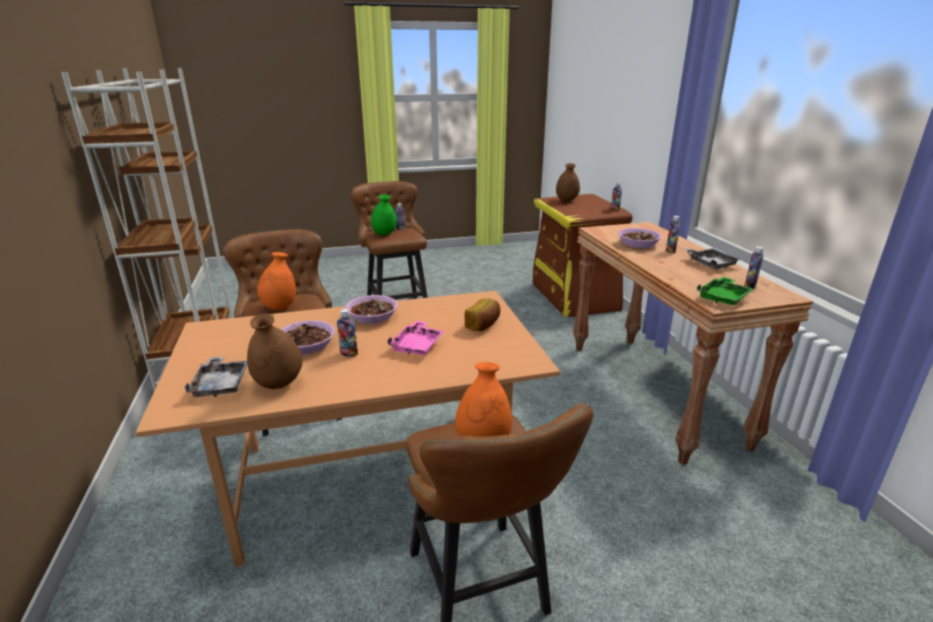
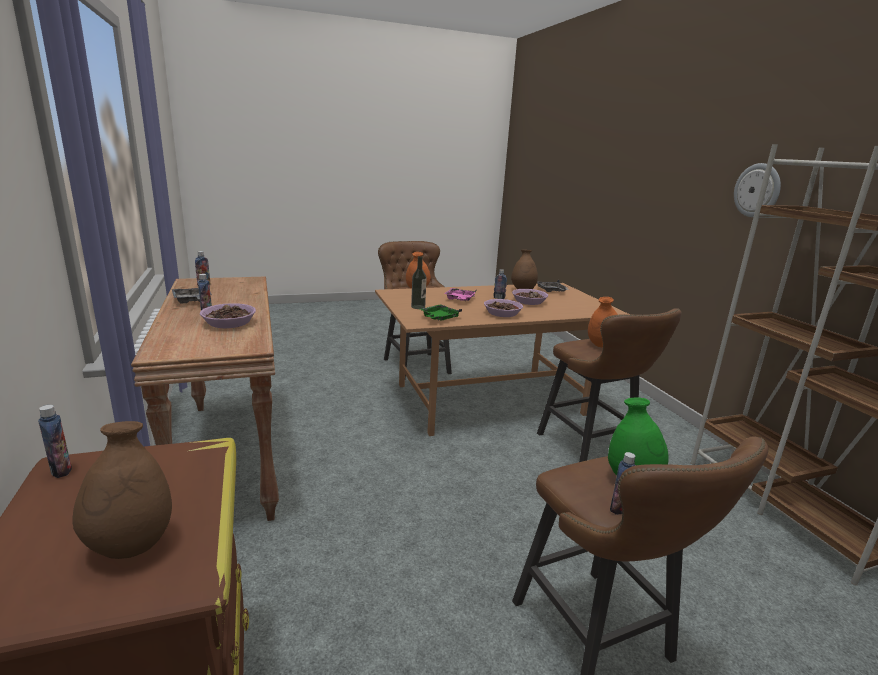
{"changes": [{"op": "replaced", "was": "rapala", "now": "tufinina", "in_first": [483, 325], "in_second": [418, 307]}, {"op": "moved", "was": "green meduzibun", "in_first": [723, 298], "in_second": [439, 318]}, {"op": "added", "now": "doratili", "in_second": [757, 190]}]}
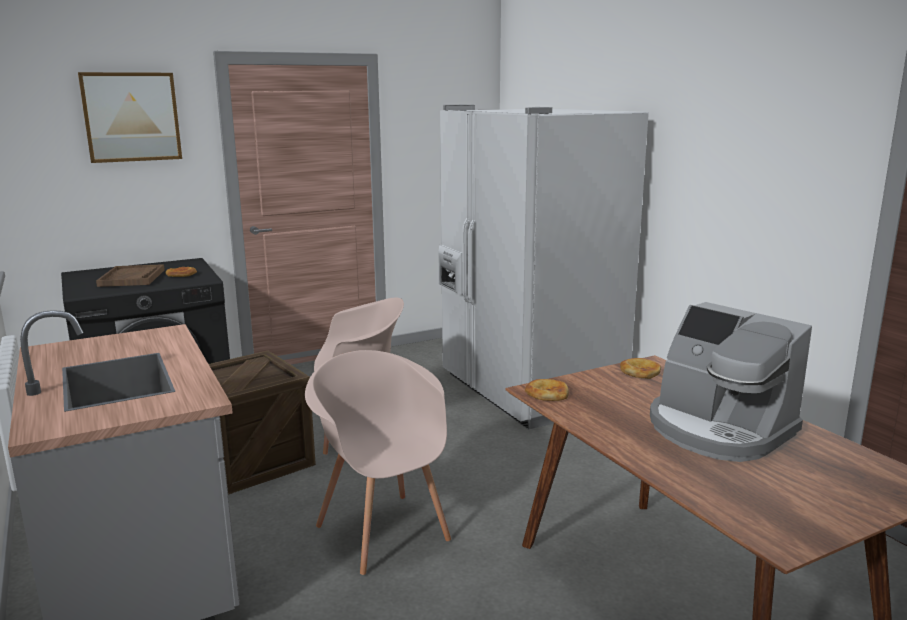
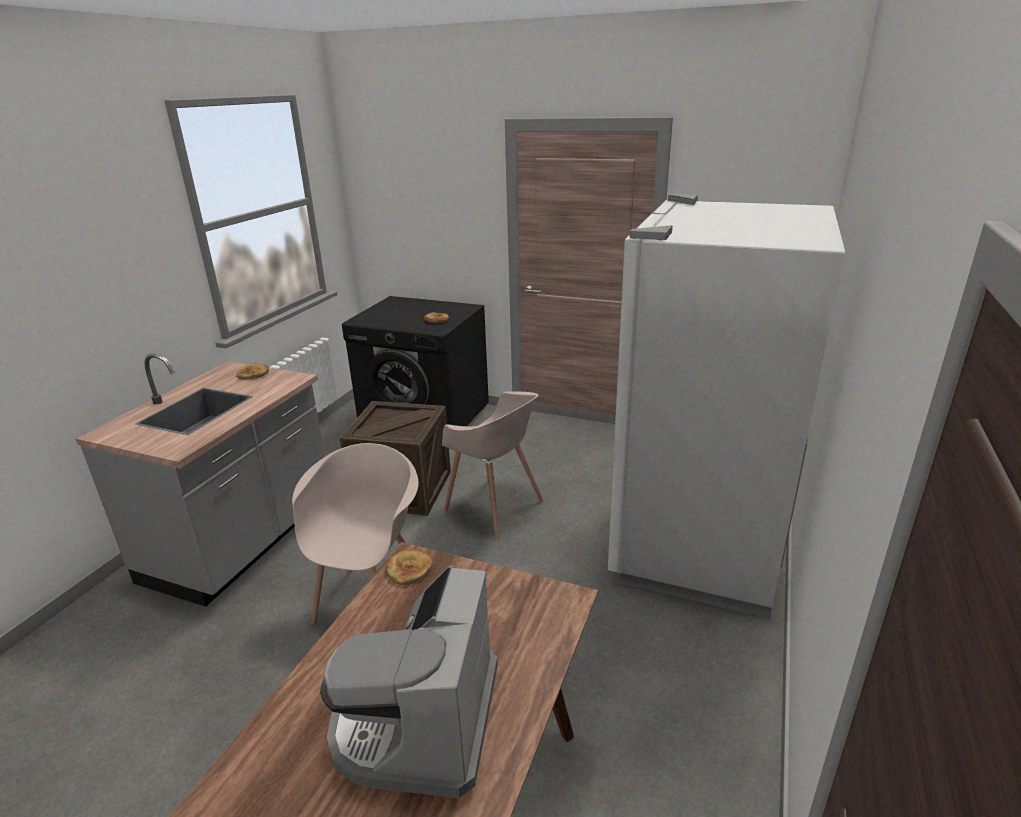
{"changes": [{"op": "removed", "was": "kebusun", "in_first": [131, 117]}, {"op": "removed", "was": "brown meduzibun", "in_first": [132, 278]}, {"op": "moved", "was": "rapala", "in_first": [640, 371], "in_second": [253, 374]}]}
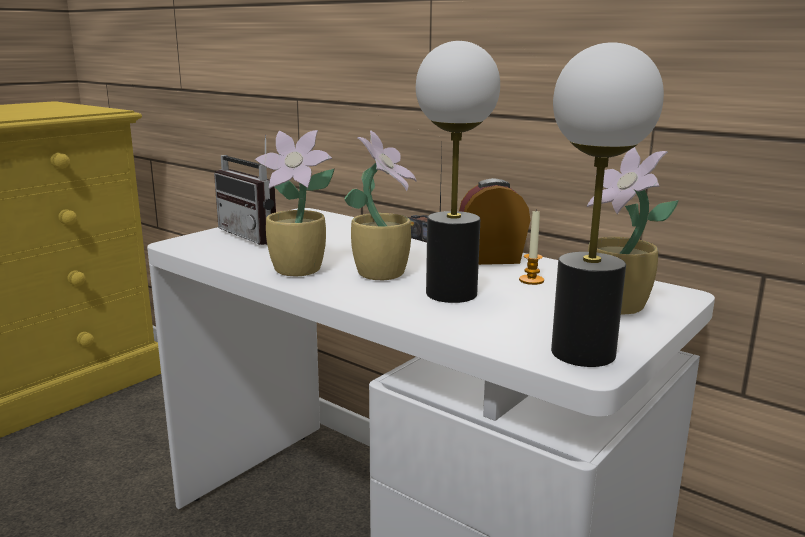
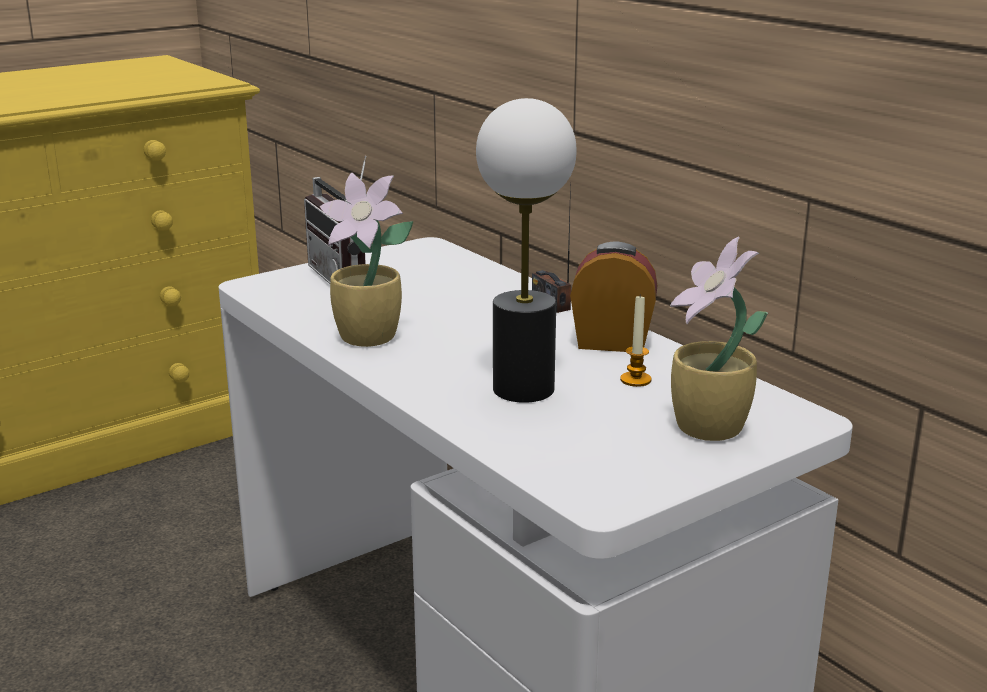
{"changes": [{"op": "removed", "was": "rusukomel", "in_first": [383, 273]}, {"op": "removed", "was": "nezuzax", "in_first": [582, 352]}]}
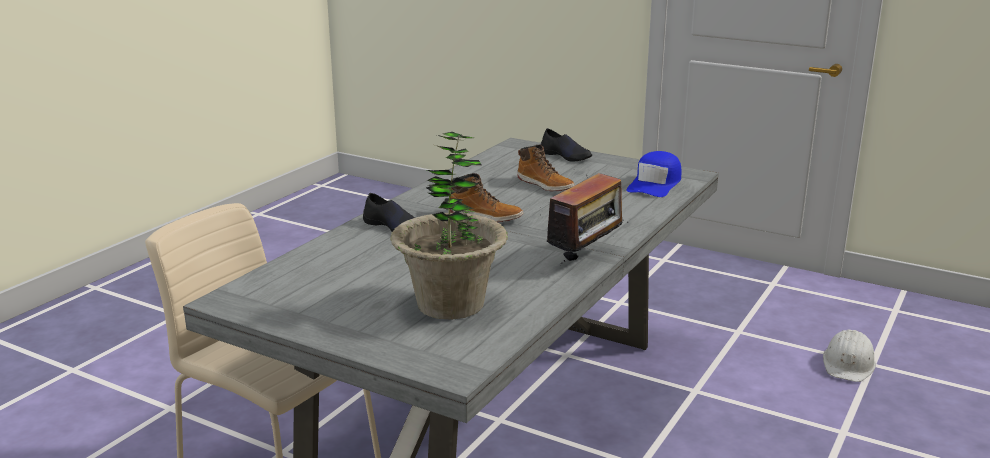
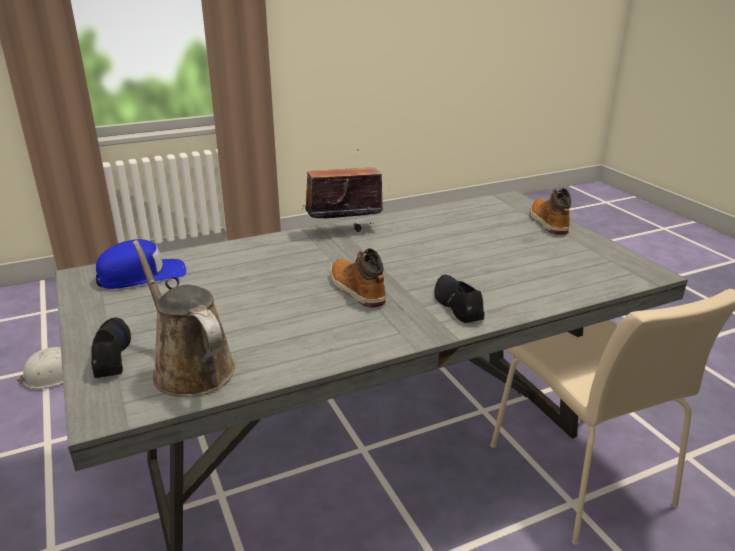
{"changes": [{"op": "removed", "was": "rusukomel", "in_first": [450, 304]}, {"op": "moved", "was": "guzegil", "in_first": [545, 185], "in_second": [548, 222]}, {"op": "added", "now": "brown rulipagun", "in_second": [190, 368]}]}
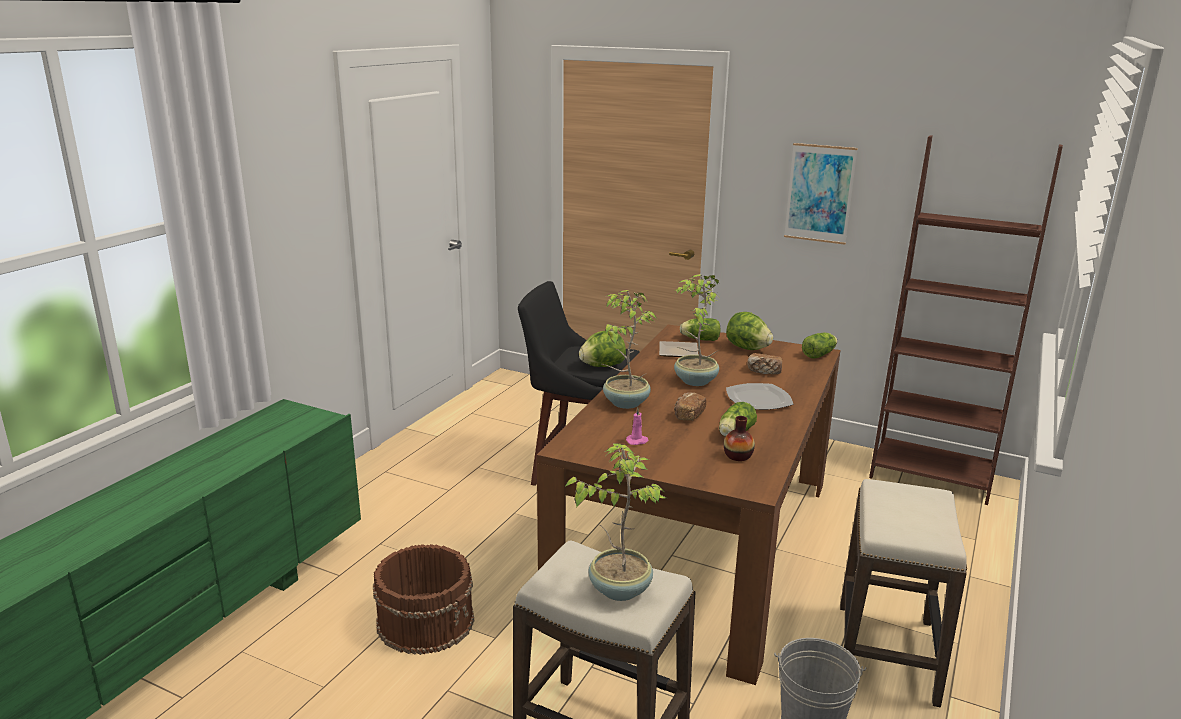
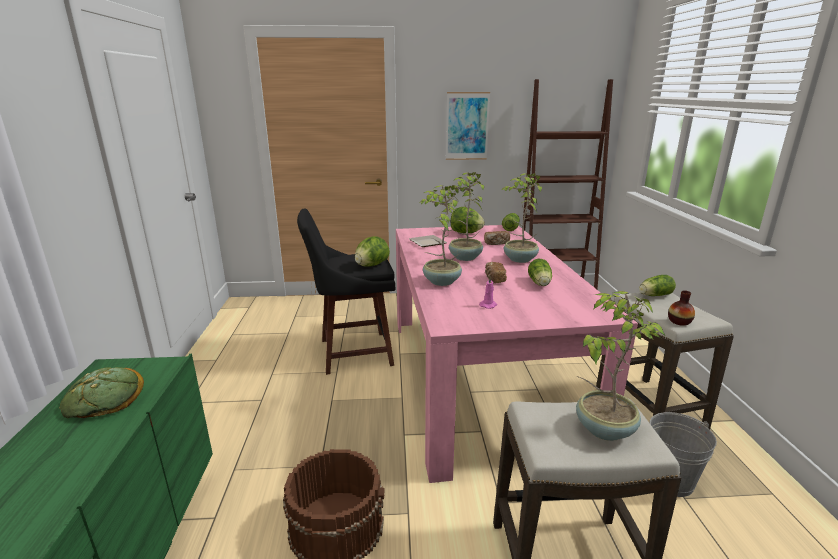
{"changes": [{"op": "recoloured", "was": "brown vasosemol", "now": "pink vasosemol", "in_first": [698, 545], "in_second": [479, 378]}, {"op": "moved", "was": "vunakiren", "in_first": [699, 339], "in_second": [653, 295]}, {"op": "moved", "was": "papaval", "in_first": [738, 456], "in_second": [679, 321]}, {"op": "replaced", "was": "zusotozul", "now": "rusukomel", "in_first": [758, 399], "in_second": [519, 259]}, {"op": "added", "now": "rapala", "in_second": [104, 399]}]}
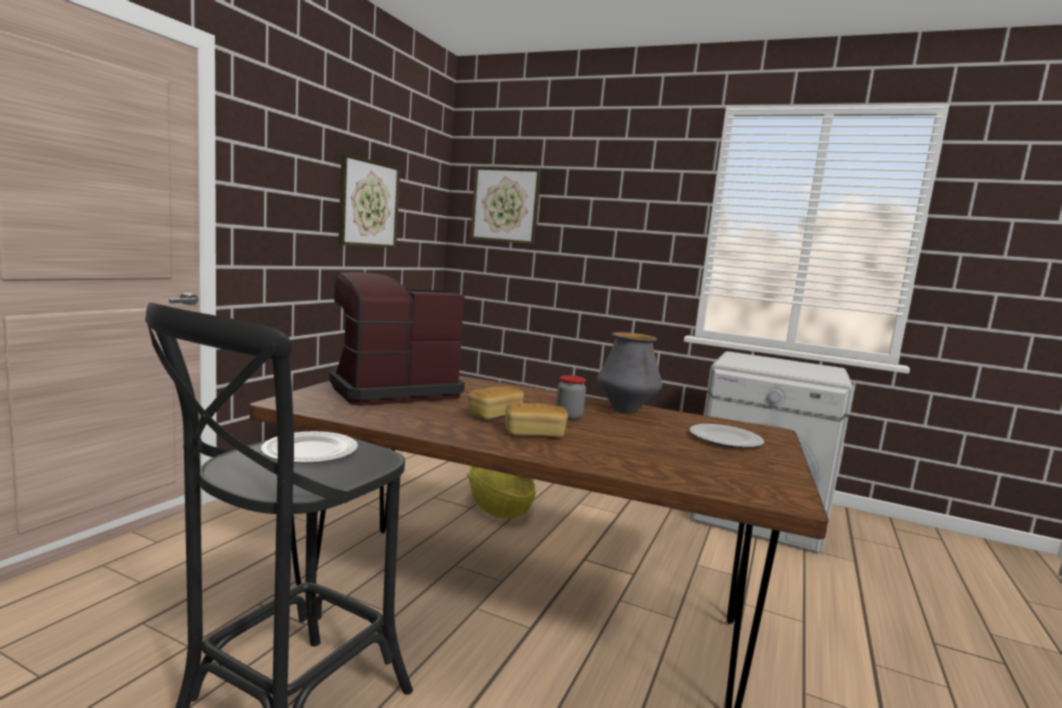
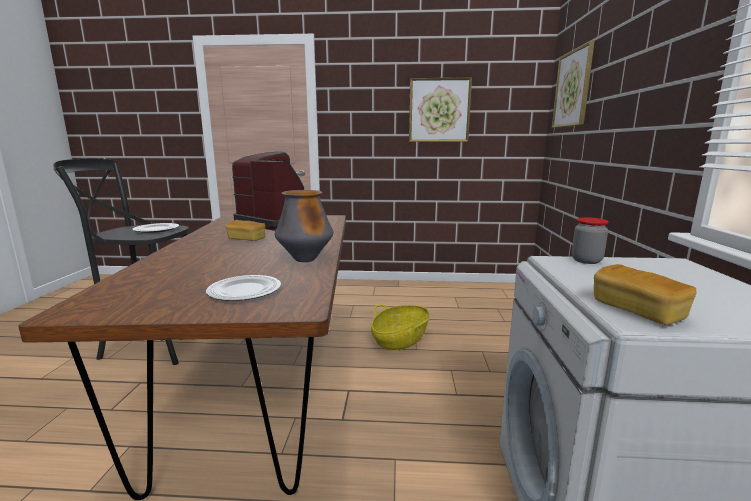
{"changes": [{"op": "moved", "was": "rapala", "in_first": [534, 434], "in_second": [637, 311]}, {"op": "moved", "was": "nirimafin", "in_first": [568, 417], "in_second": [586, 260]}]}
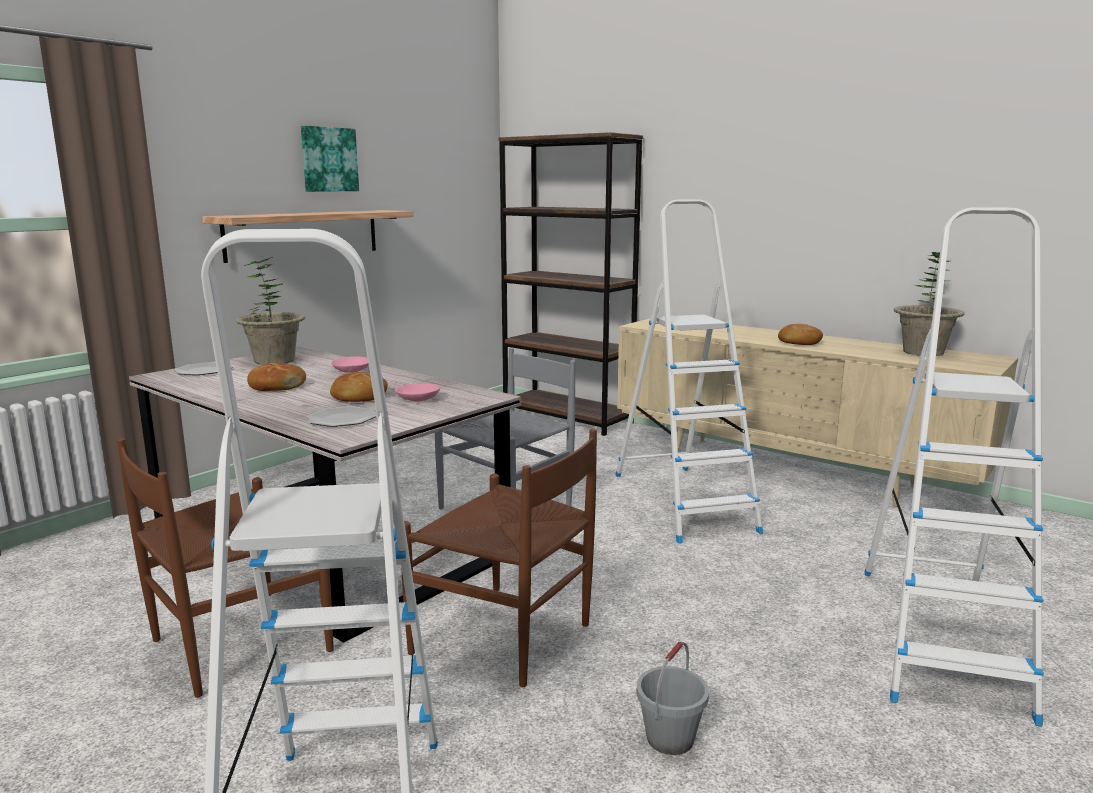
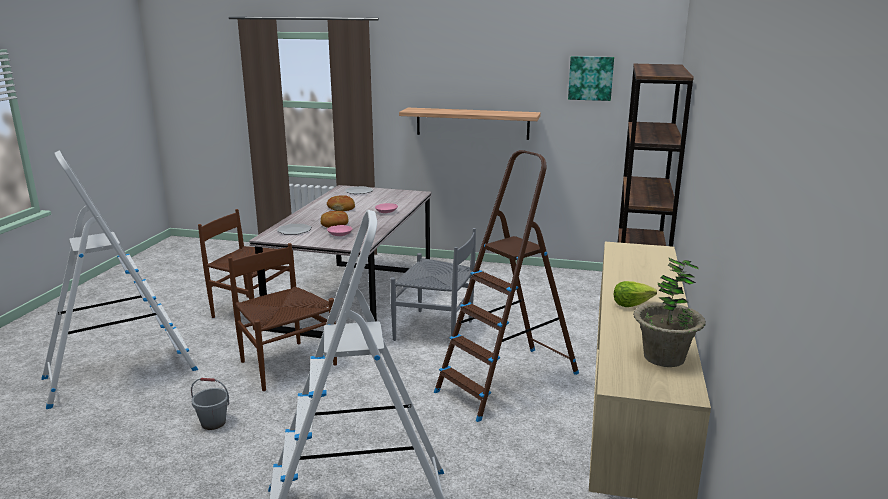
{"changes": [{"op": "removed", "was": "rusukomel", "in_first": [274, 360]}, {"op": "moved", "was": "kebusun", "in_first": [328, 159], "in_second": [590, 78]}, {"op": "turned", "was": "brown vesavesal", "in_first": [506, 637], "in_second": [285, 364], "clockwise": 135}, {"op": "recoloured", "was": "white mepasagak", "now": "brown mepasagak", "in_first": [683, 502], "in_second": [507, 382]}, {"op": "replaced", "was": "rapala", "now": "vunakiren", "in_first": [799, 342], "in_second": [631, 304]}]}
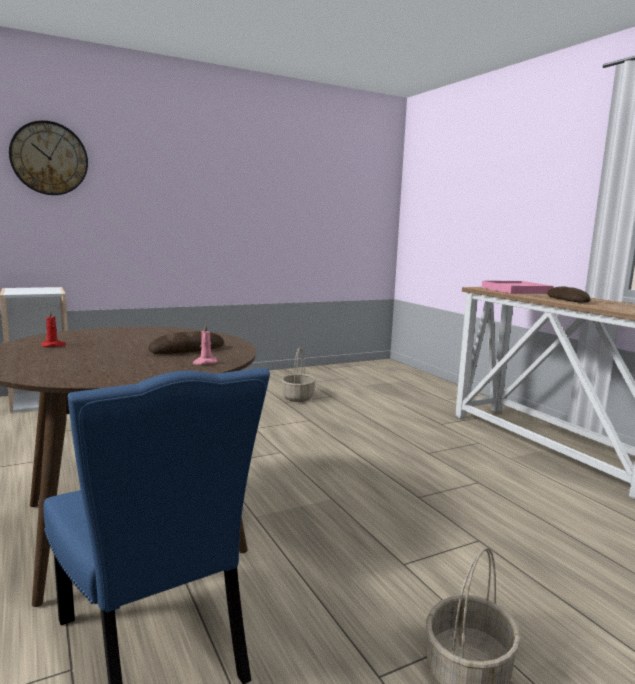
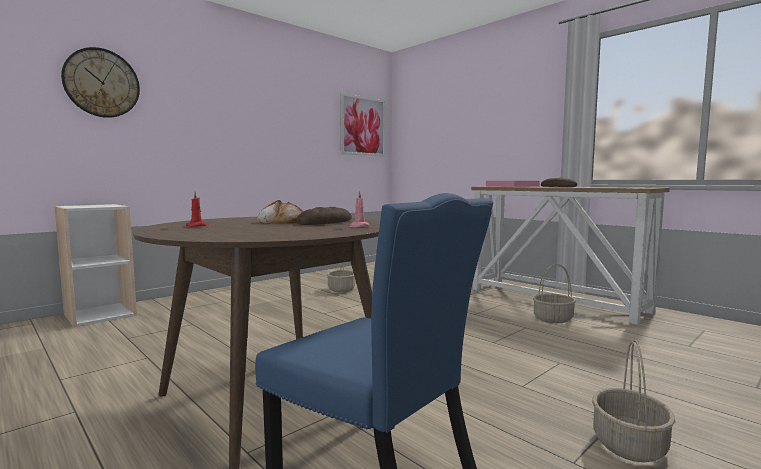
{"changes": [{"op": "added", "now": "rapala", "in_second": [281, 221]}, {"op": "added", "now": "kebusun", "in_second": [363, 126]}, {"op": "added", "now": "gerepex", "in_second": [553, 319]}]}
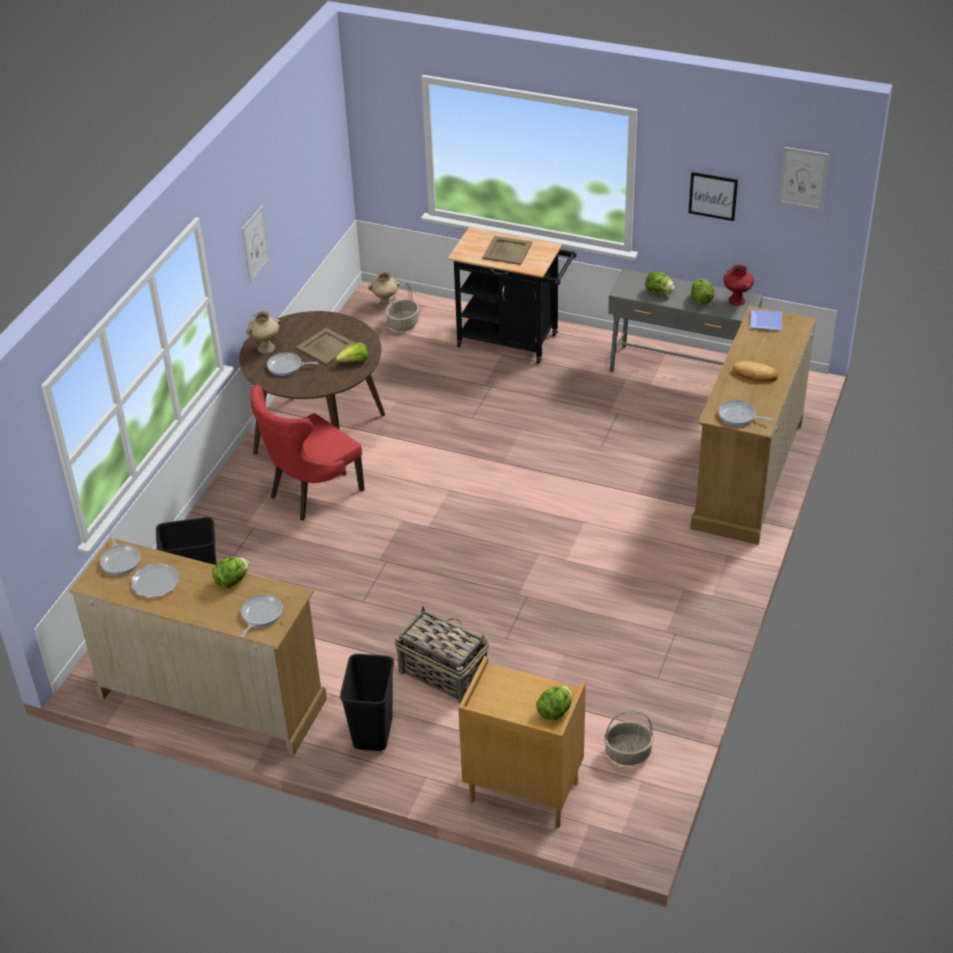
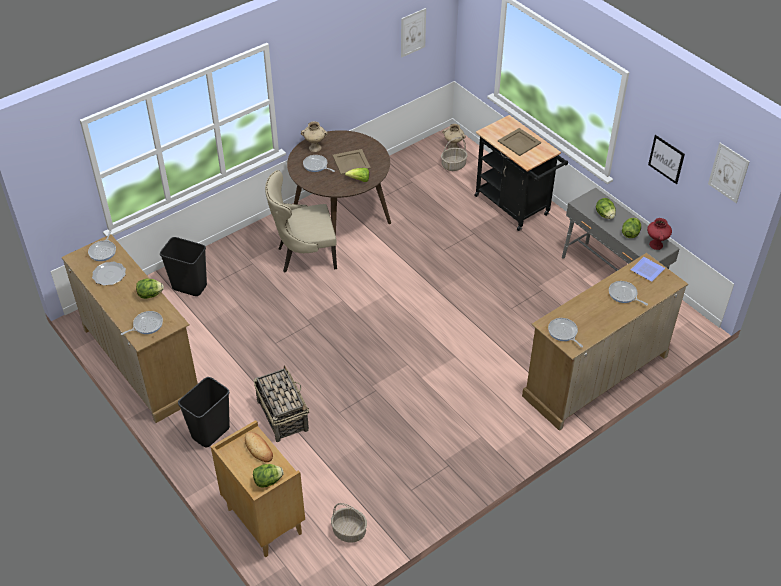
{"changes": [{"op": "moved", "was": "kebusun", "in_first": [255, 244], "in_second": [413, 32]}, {"op": "recoloured", "was": "red vesavesal", "now": "beige vesavesal", "in_first": [311, 493], "in_second": [304, 256]}, {"op": "moved", "was": "rapala", "in_first": [755, 374], "in_second": [258, 448]}, {"op": "added", "now": "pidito", "in_second": [624, 295]}]}
